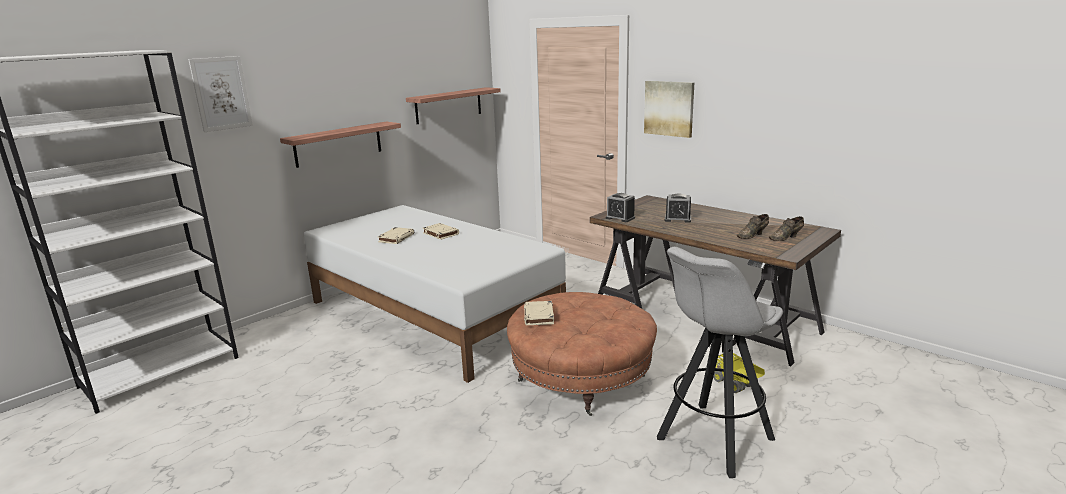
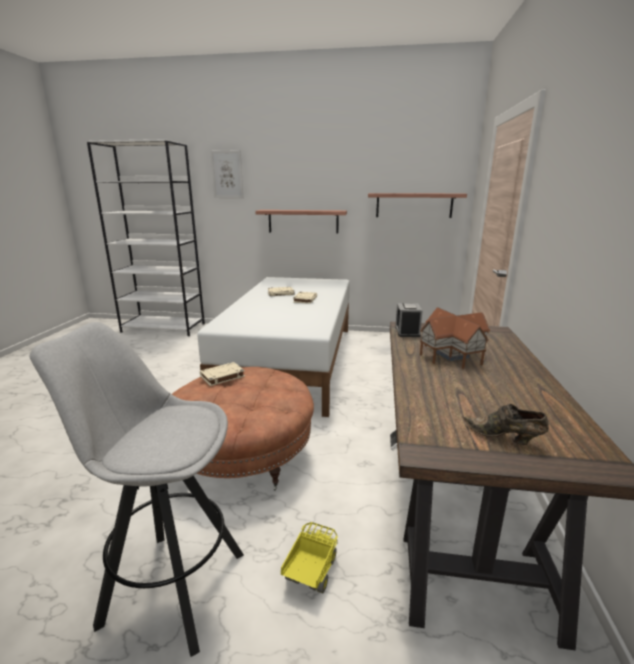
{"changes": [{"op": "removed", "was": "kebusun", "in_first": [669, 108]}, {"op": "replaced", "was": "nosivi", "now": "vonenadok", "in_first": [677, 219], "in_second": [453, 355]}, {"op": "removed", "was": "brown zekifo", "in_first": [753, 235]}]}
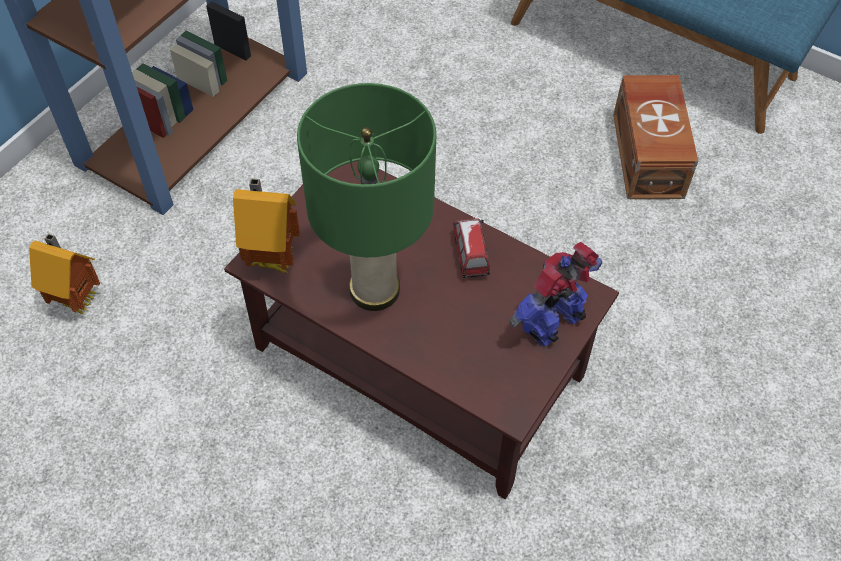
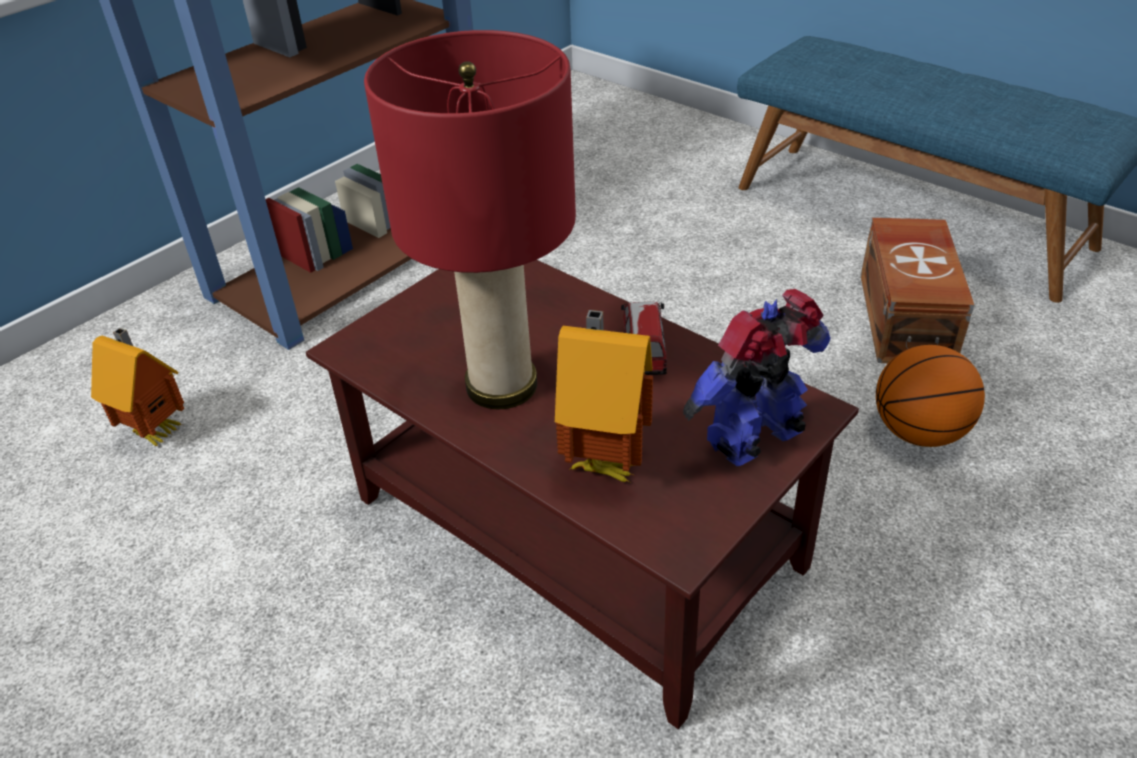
{"changes": [{"op": "moved", "was": "vonenadok", "in_first": [273, 258], "in_second": [605, 461]}, {"op": "recoloured", "was": "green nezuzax", "now": "red nezuzax", "in_first": [374, 289], "in_second": [501, 384]}, {"op": "added", "now": "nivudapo", "in_second": [918, 432]}]}
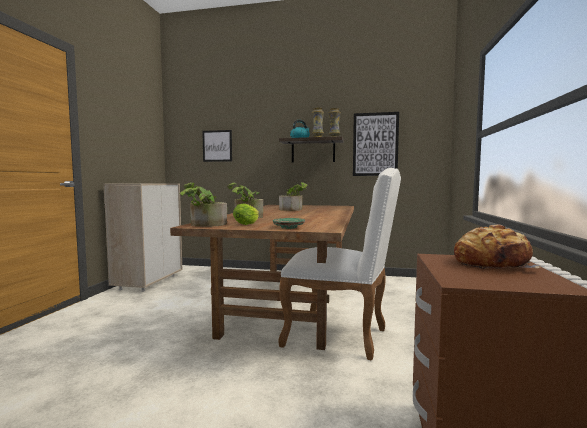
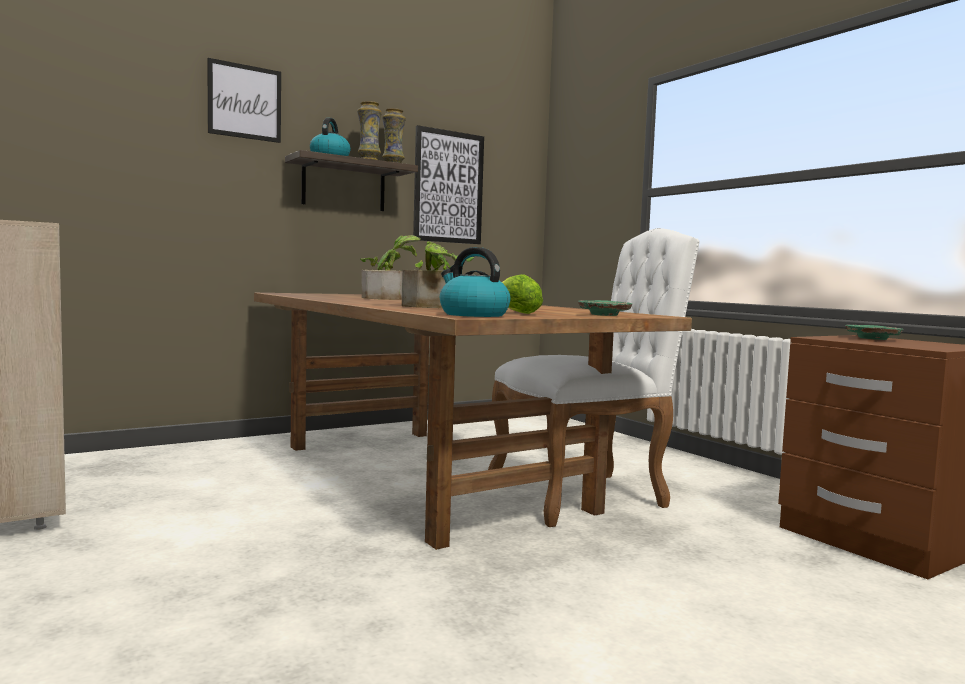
{"changes": [{"op": "replaced", "was": "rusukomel", "now": "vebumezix", "in_first": [204, 225], "in_second": [472, 315]}, {"op": "moved", "was": "kebusun", "in_first": [217, 146], "in_second": [244, 102]}, {"op": "replaced", "was": "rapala", "now": "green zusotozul", "in_first": [492, 263], "in_second": [872, 338]}]}
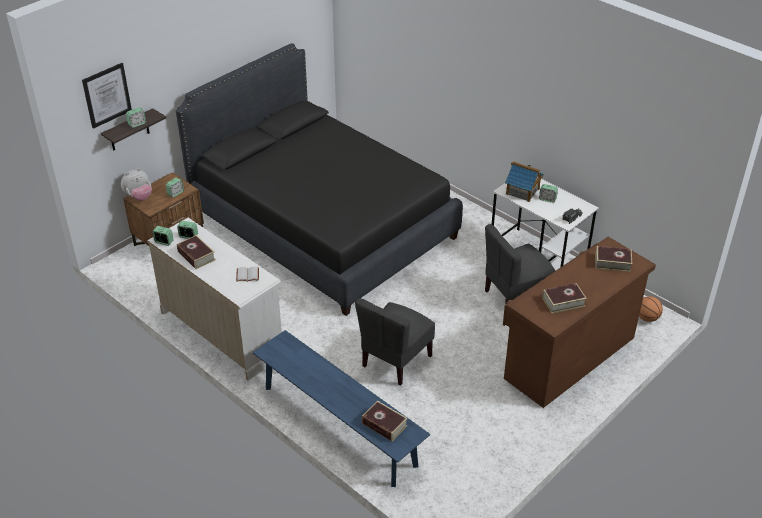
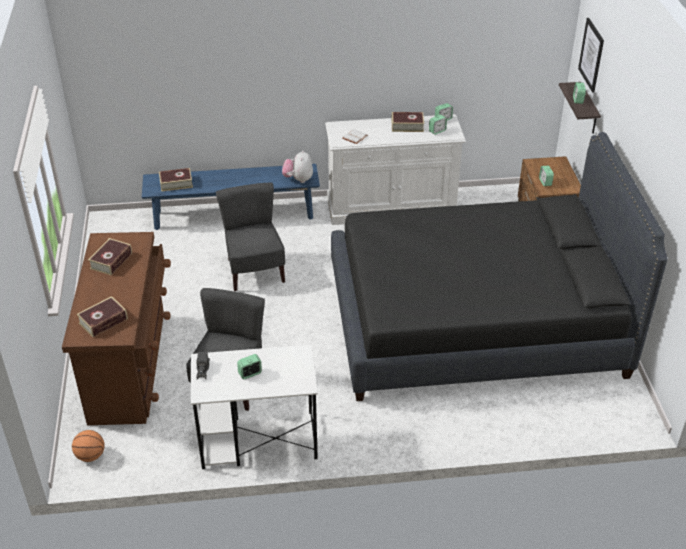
{"changes": [{"op": "moved", "was": "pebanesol", "in_first": [139, 197], "in_second": [298, 179]}, {"op": "removed", "was": "vonenadok", "in_first": [523, 191]}]}
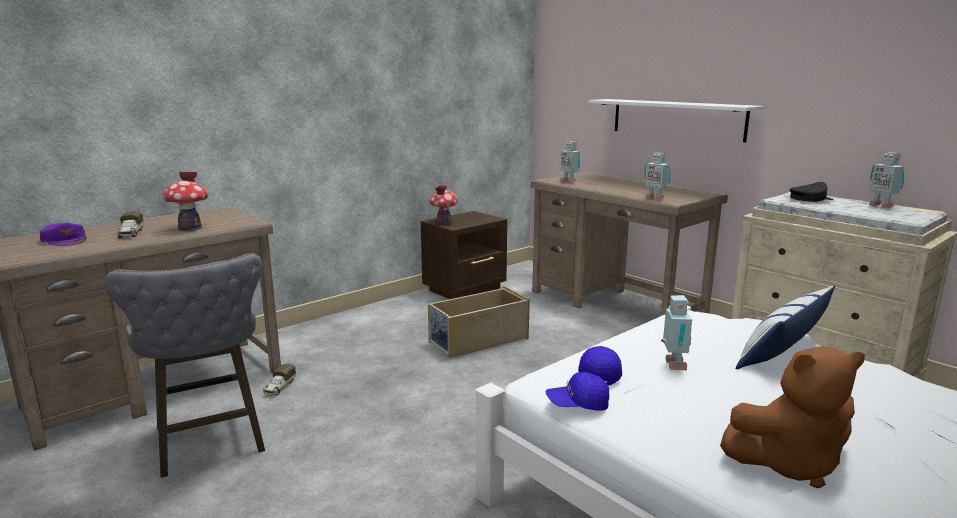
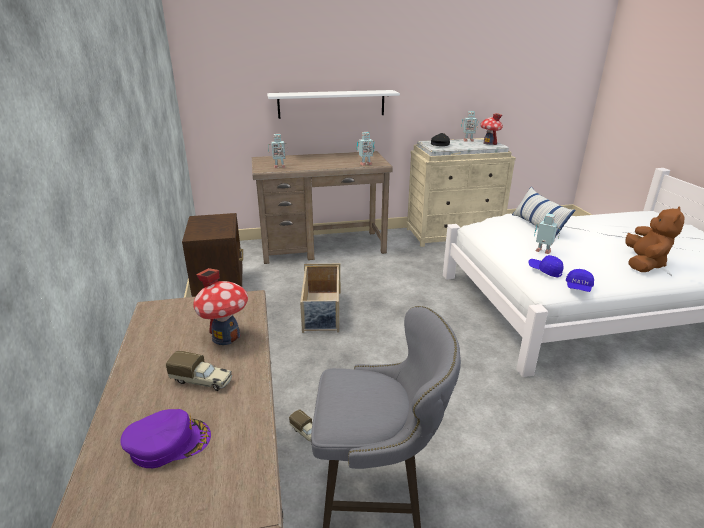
{"changes": [{"op": "moved", "was": "vonenadok", "in_first": [443, 222], "in_second": [489, 143]}]}
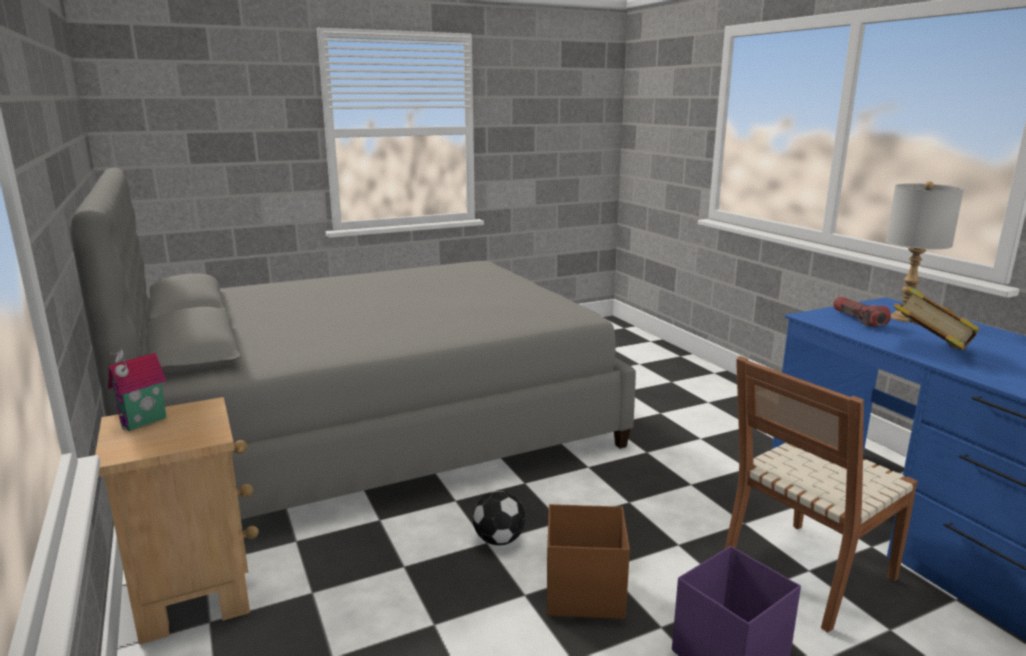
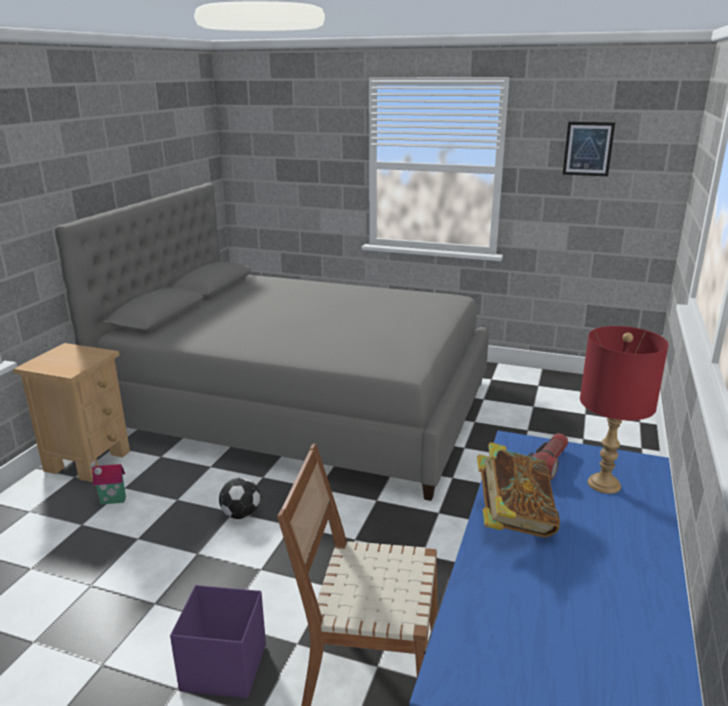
{"changes": [{"op": "moved", "was": "vonenadok", "in_first": [145, 423], "in_second": [112, 501]}, {"op": "removed", "was": "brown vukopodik", "in_first": [583, 593]}, {"op": "recoloured", "was": "grey nezuzax", "now": "red nezuzax", "in_first": [904, 318], "in_second": [603, 484]}, {"op": "added", "now": "kebusun", "in_second": [588, 149]}]}
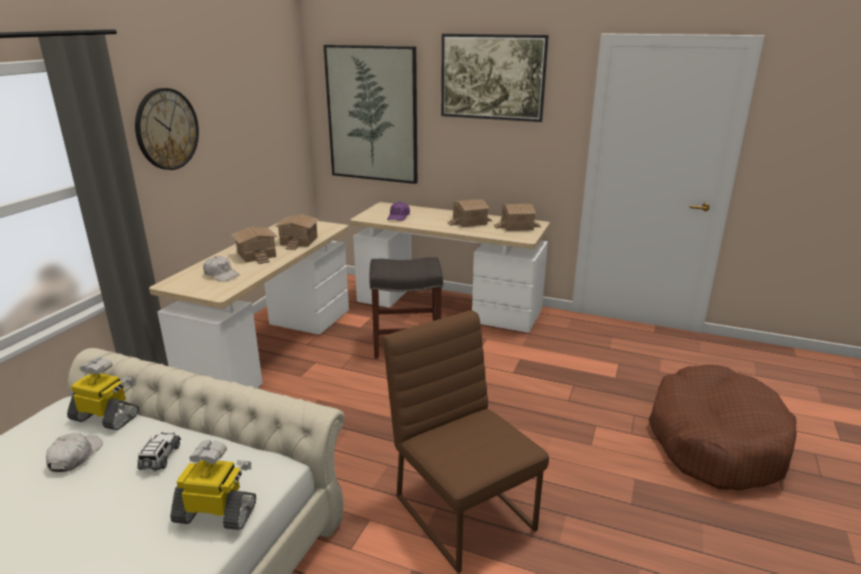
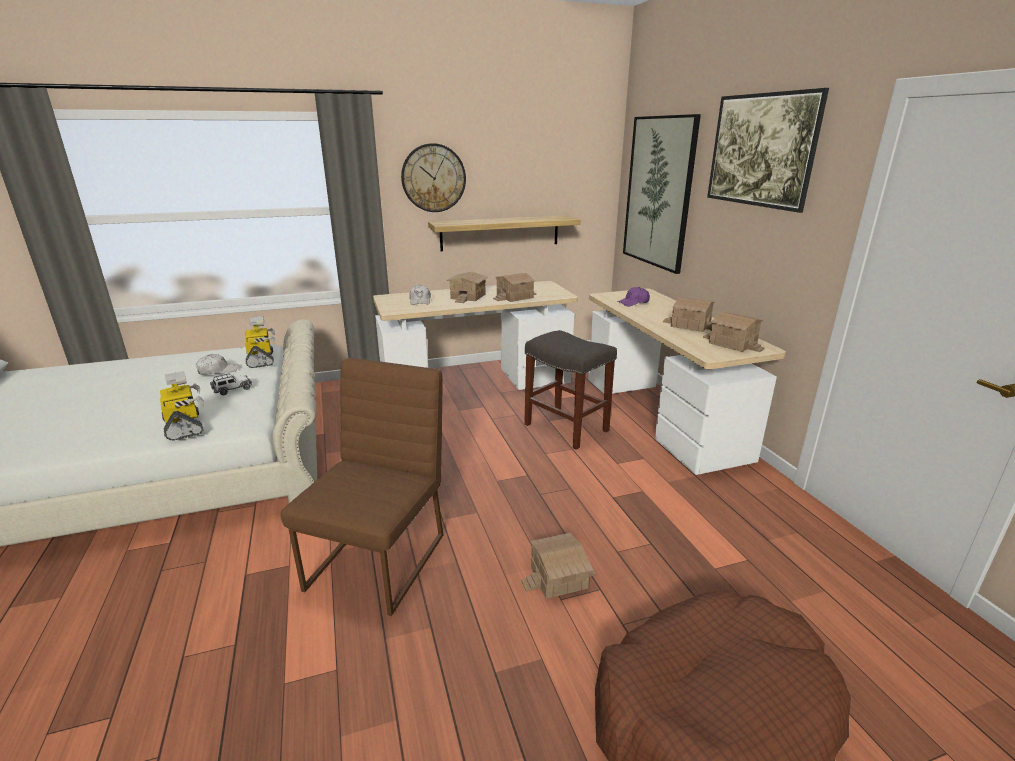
{"changes": [{"op": "added", "now": "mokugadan", "in_second": [500, 233]}, {"op": "added", "now": "vonenadok", "in_second": [558, 577]}]}
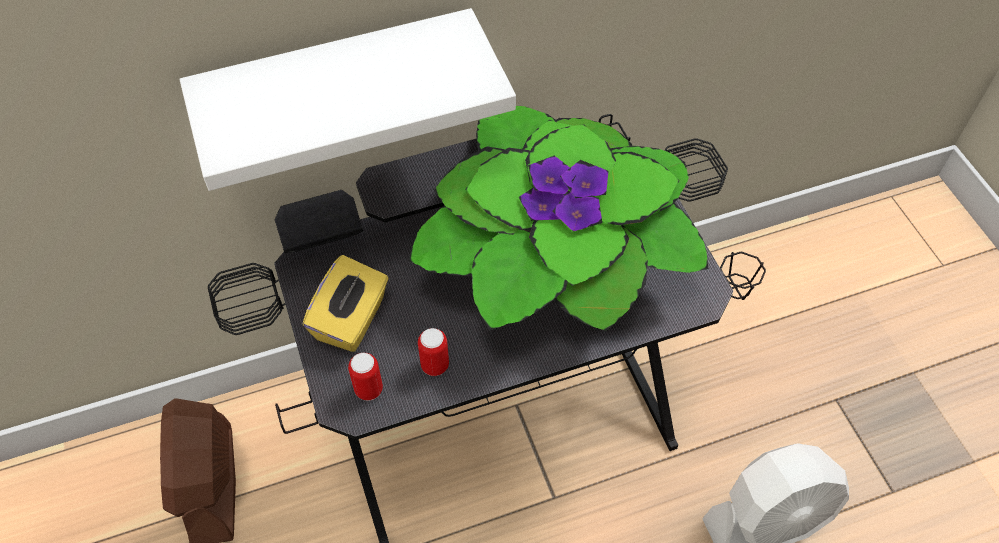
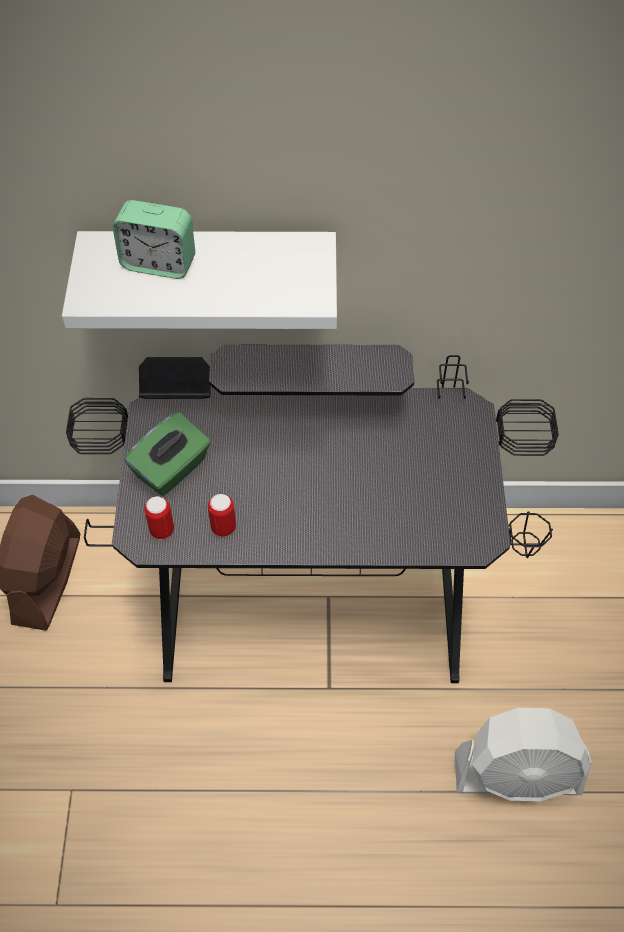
{"changes": [{"op": "recoloured", "was": "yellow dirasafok", "now": "green dirasafok", "in_first": [351, 320], "in_second": [172, 469]}, {"op": "removed", "was": "rusukomel", "in_first": [555, 257]}, {"op": "added", "now": "nosivi", "in_second": [159, 263]}]}
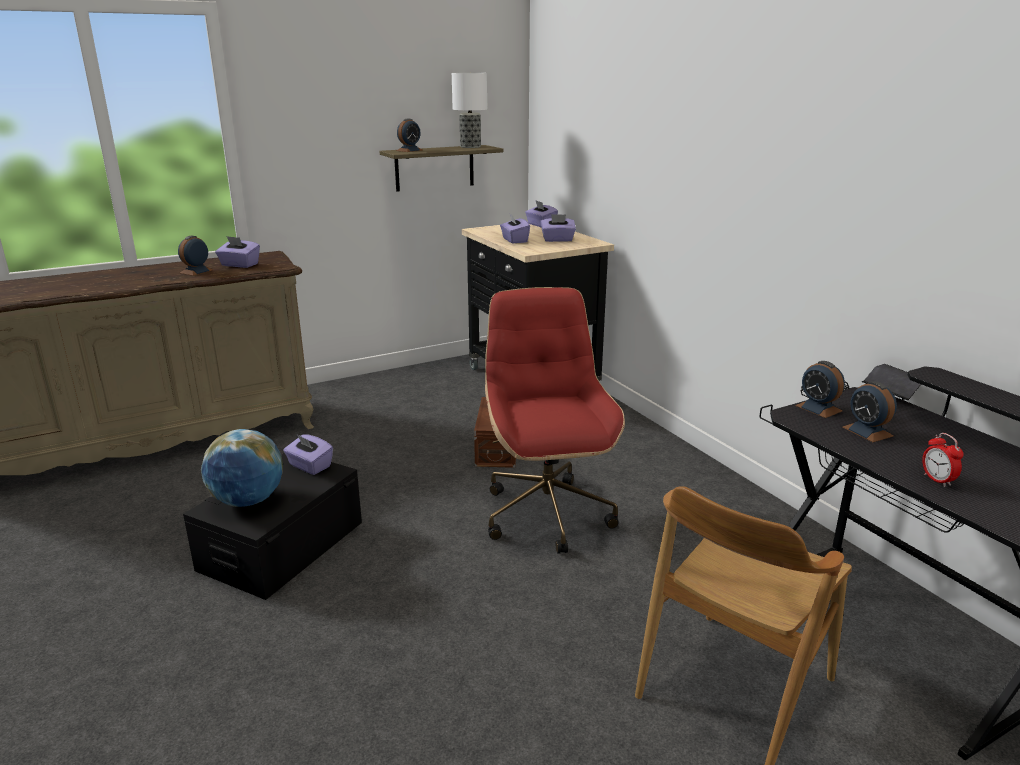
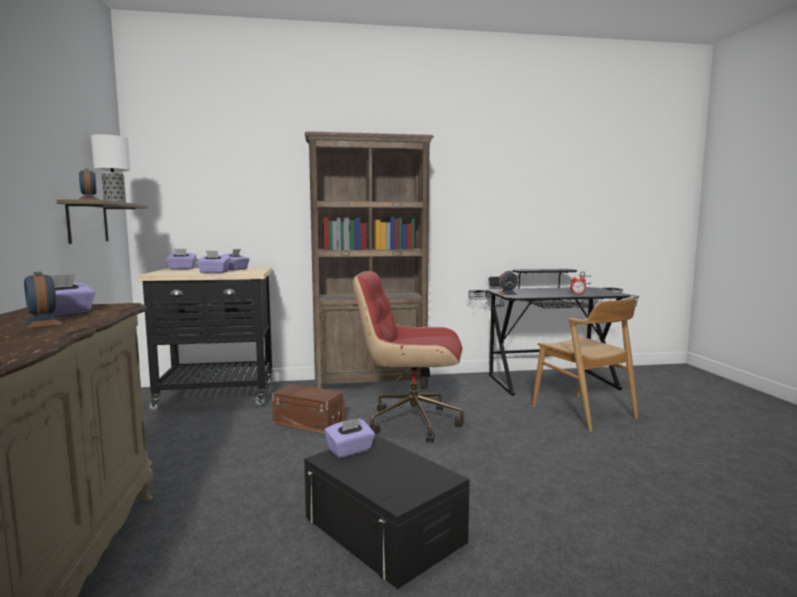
{"changes": [{"op": "removed", "was": "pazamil", "in_first": [248, 501]}, {"op": "removed", "was": "nosivi", "in_first": [867, 431]}, {"op": "added", "now": "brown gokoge", "in_second": [371, 384]}]}
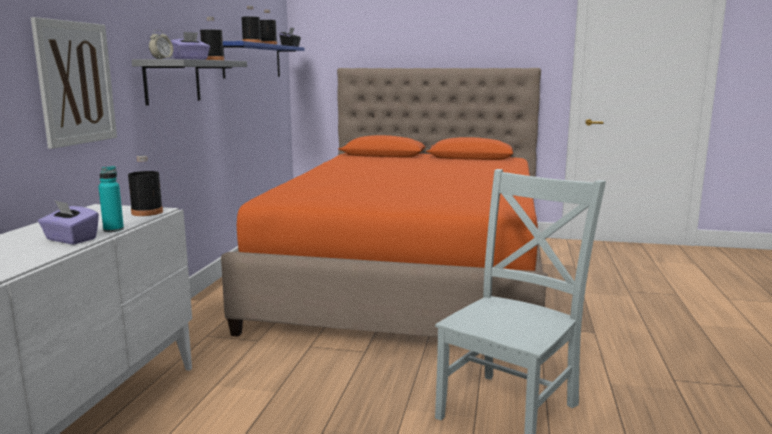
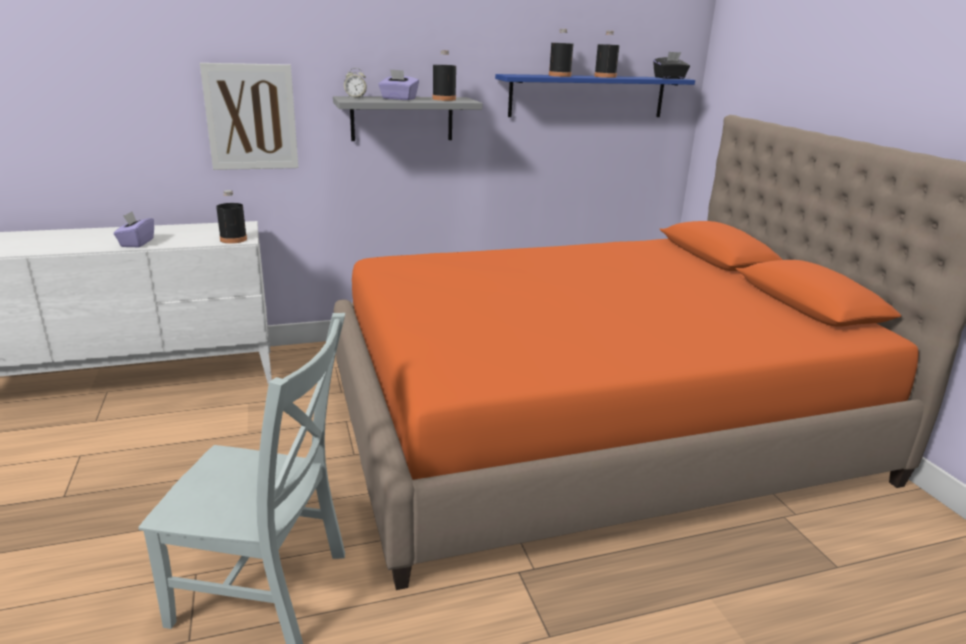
{"changes": [{"op": "removed", "was": "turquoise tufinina", "in_first": [113, 229]}]}
